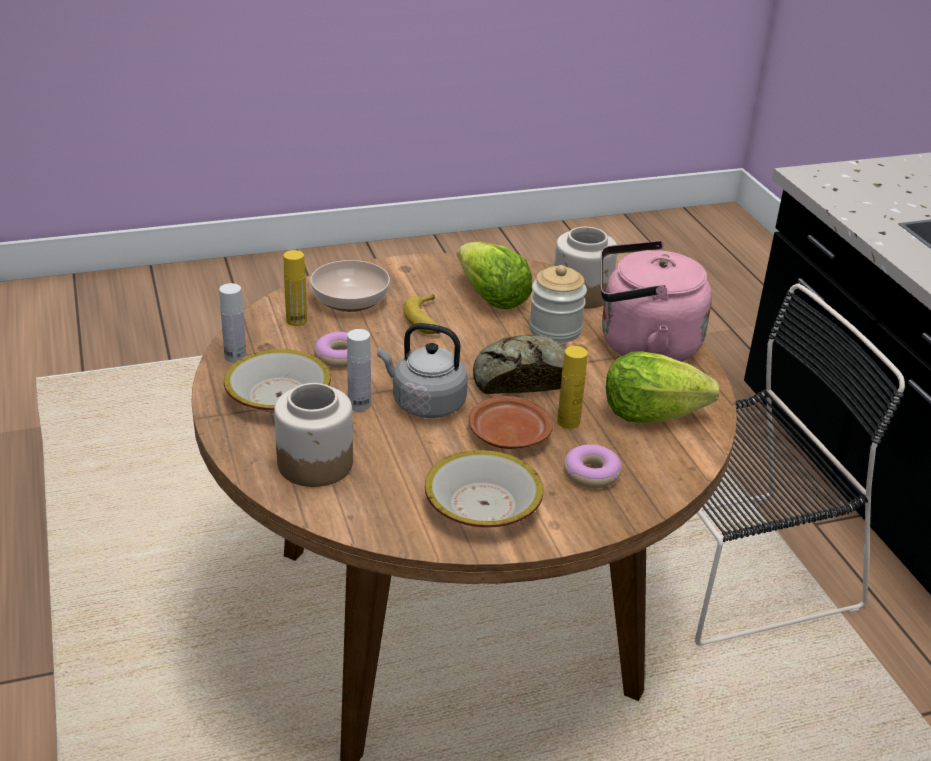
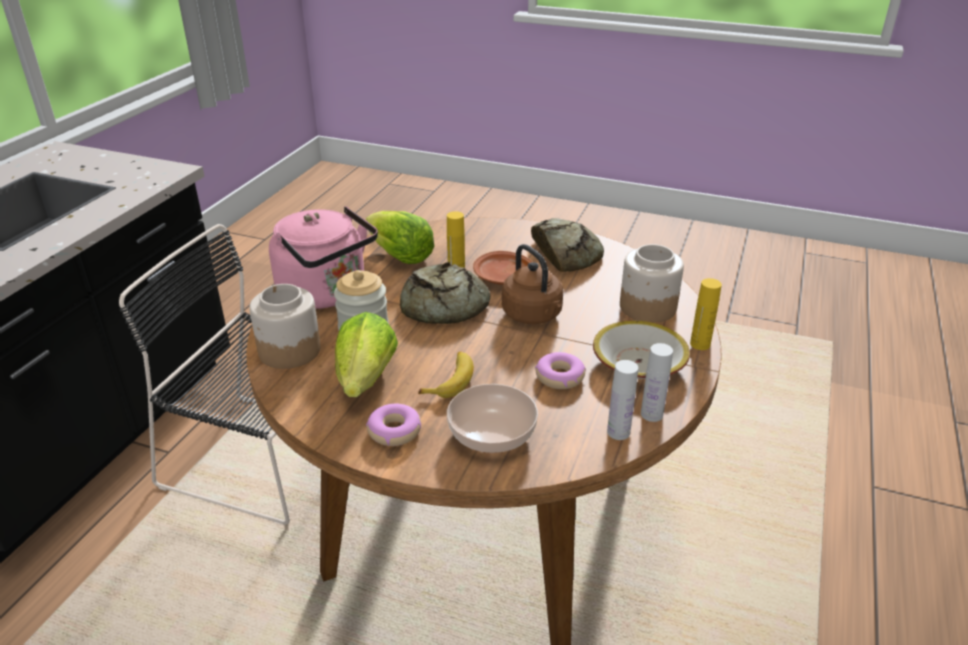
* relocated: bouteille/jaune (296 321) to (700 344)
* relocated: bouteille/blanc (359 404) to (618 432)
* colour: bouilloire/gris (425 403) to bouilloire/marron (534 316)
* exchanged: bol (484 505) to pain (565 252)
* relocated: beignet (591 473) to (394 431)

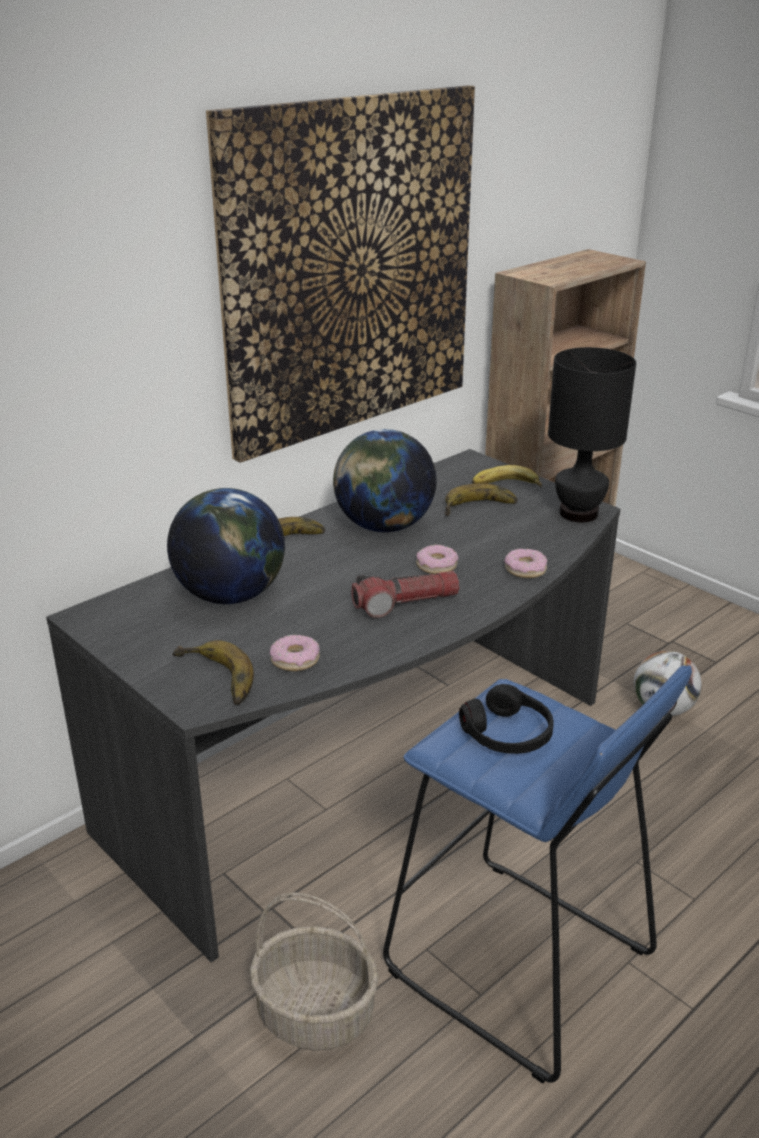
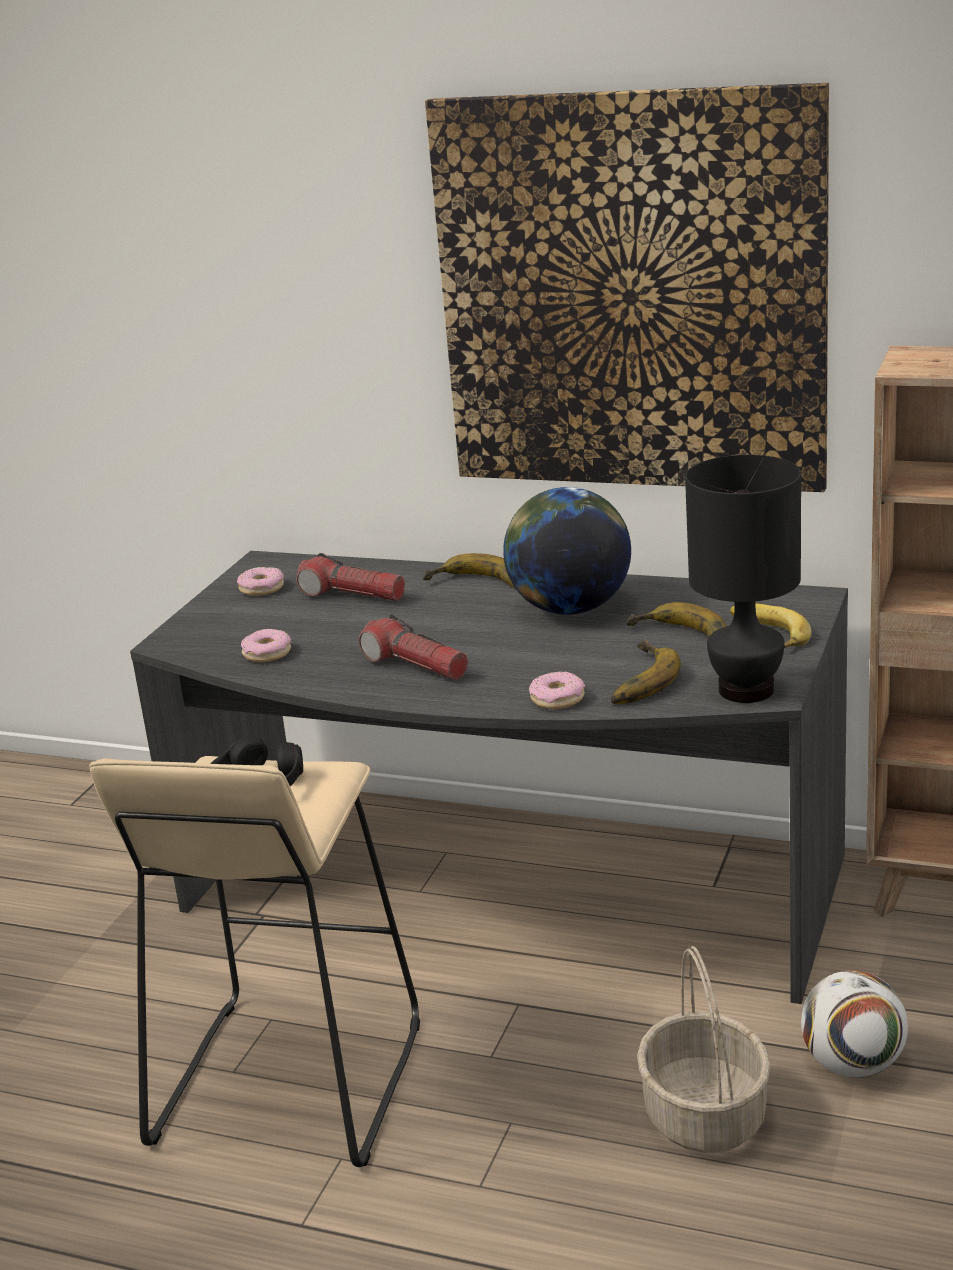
* exchanged: globe (230 595) to lampe de poche (352 595)
* relocated: banane (213 680) to (635 680)
* relocated: panier (317 1013) to (706 1117)
* colour: tabouret/bleu (519 965) to tabouret/beige (286 1083)
* relocated: beignet (436 566) to (262 588)

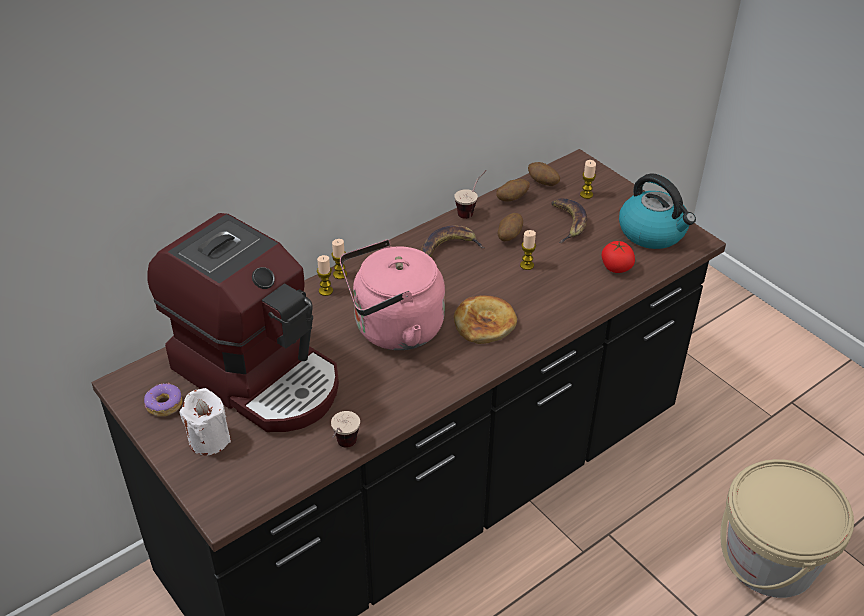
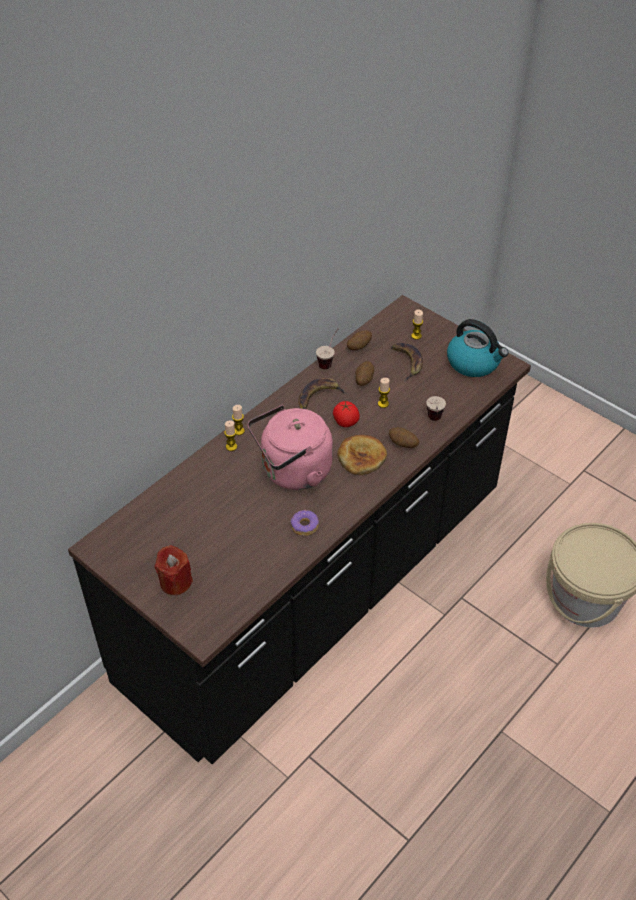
* relocated: beignet (164 405) to (304 526)
* missing: machine à café (259 374)
* colour: bougie/blanc (209 439) to bougie/rouge (175 582)
* relocated: tasse (343 449) to (434 422)
* relocated: pomme de terre (542 183) to (403 444)
* relocated: tomate (616 267) to (345 422)

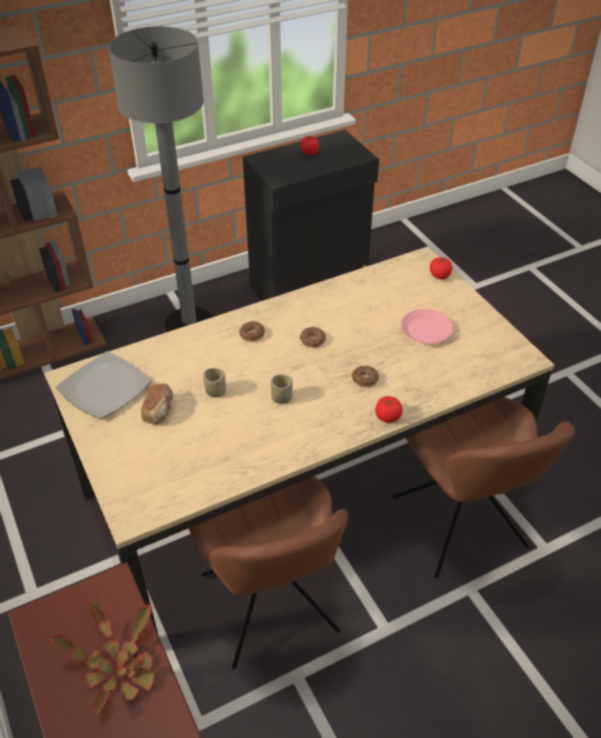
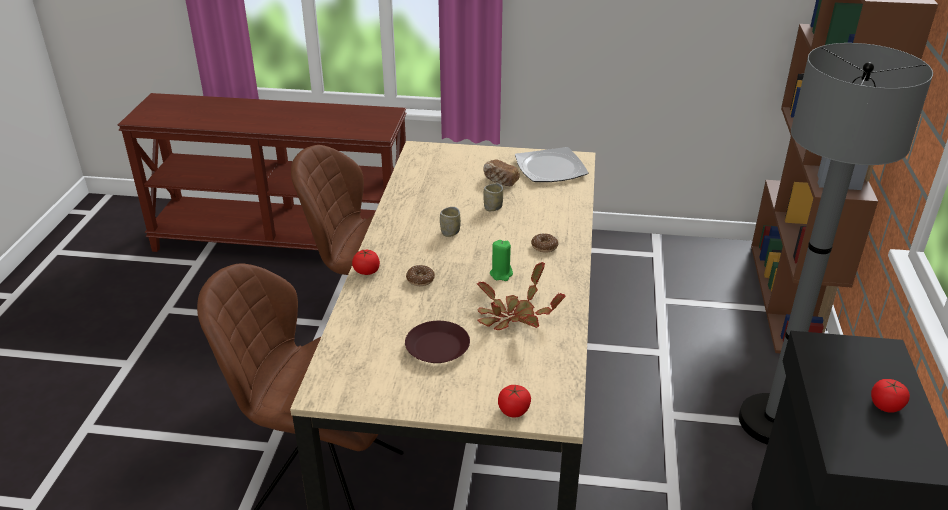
* relocated: plante en pot (118 667) to (512 317)
* exchanged: beignet (312 340) to bougie/vert (501 274)
* colour: assiette/rose (426 331) to assiette/marron (437 348)

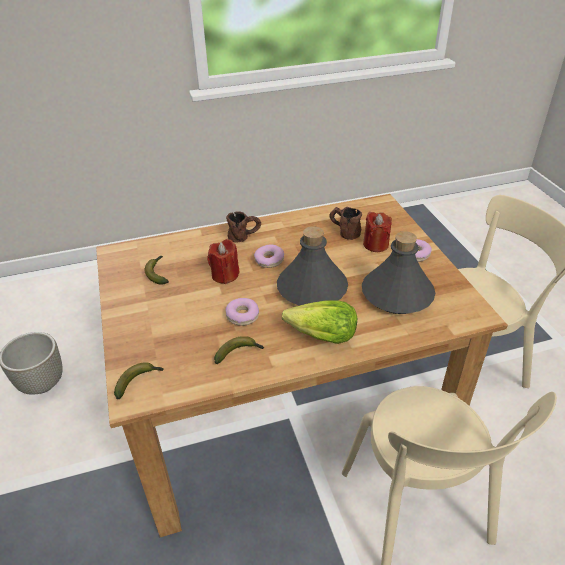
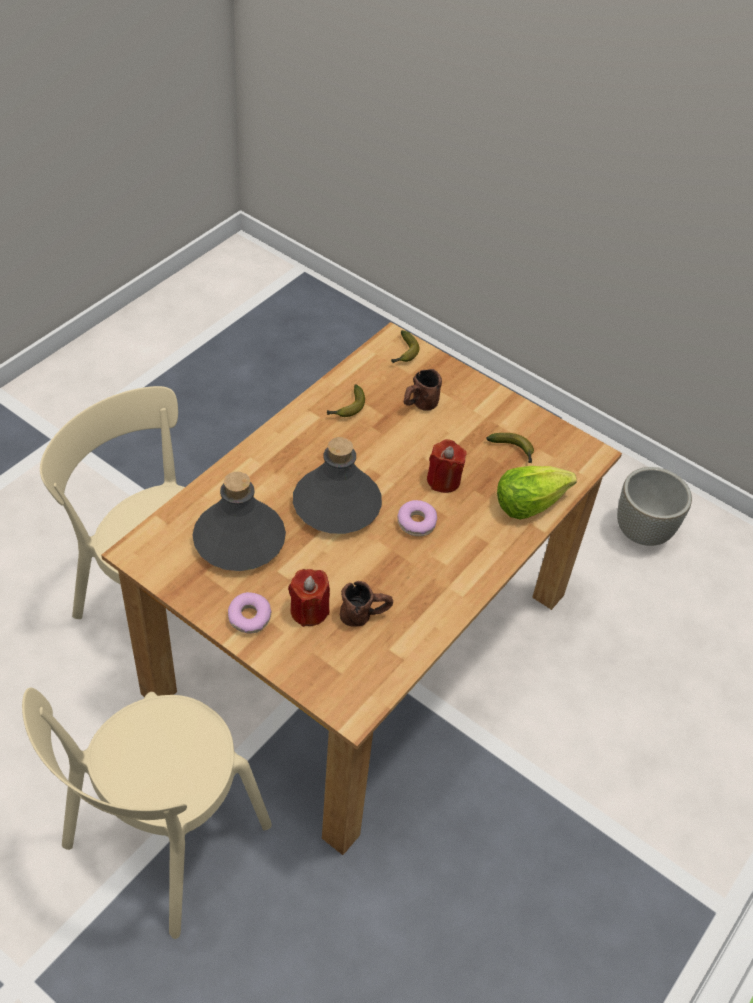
* missing: beignet (242 315)
* relocated: mug/marron (244 236) to (419 405)
* relocated: laitue (322 336) to (529 502)

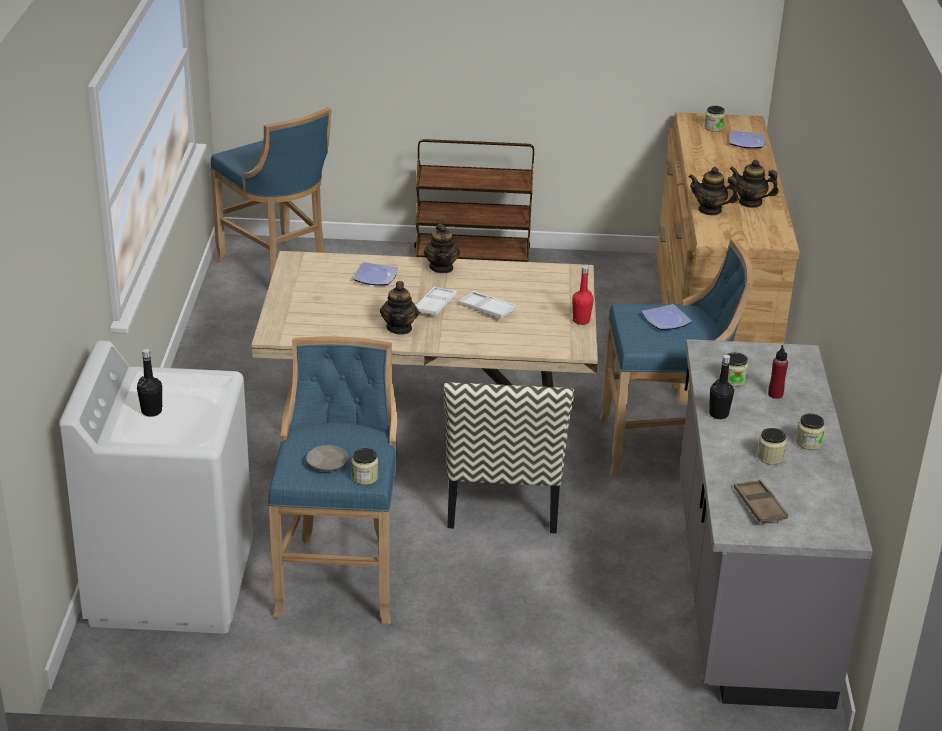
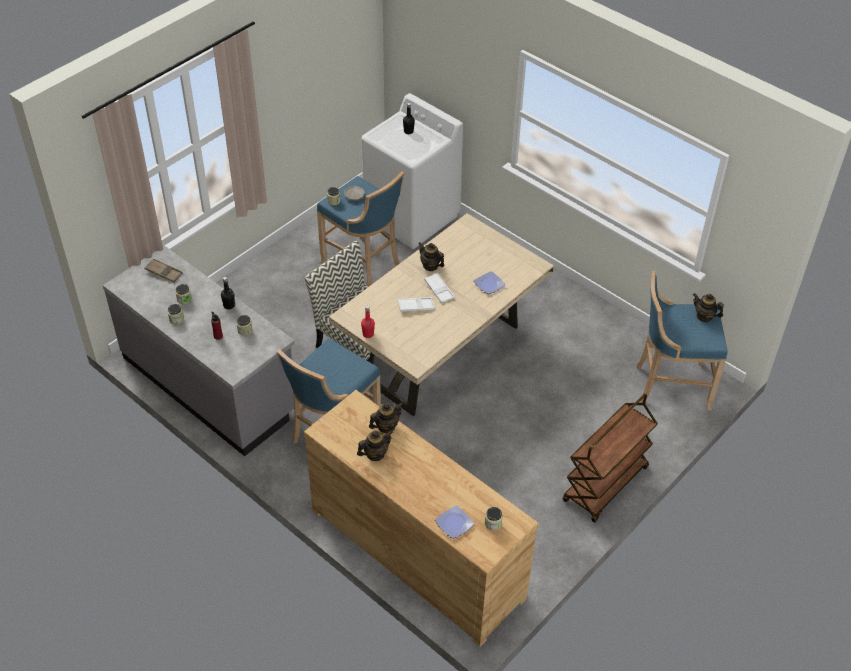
* relocated: théière (441 267) to (704 316)
* missing: assiette (666 320)

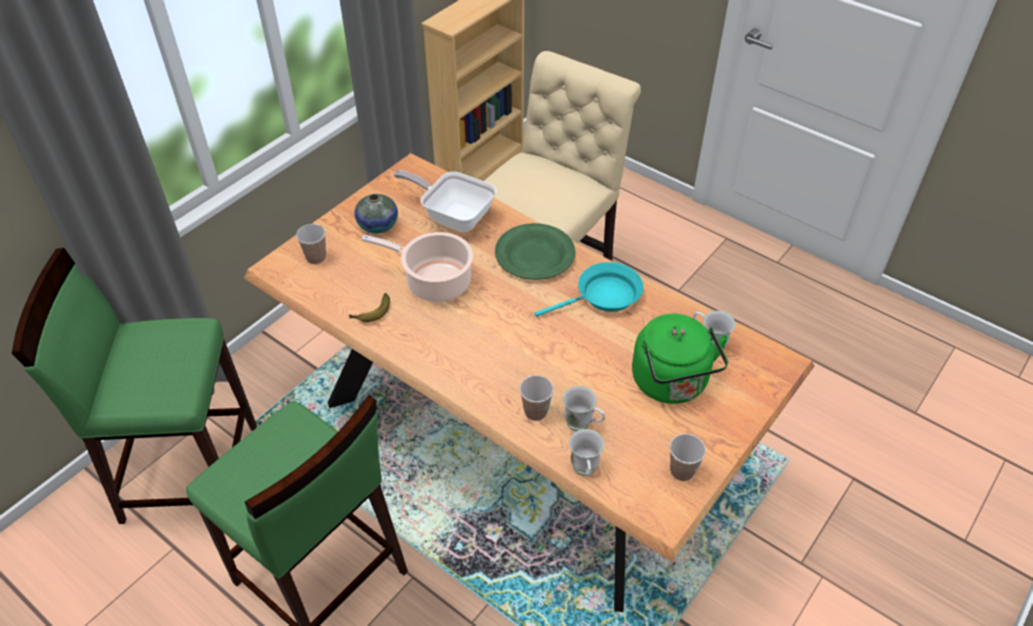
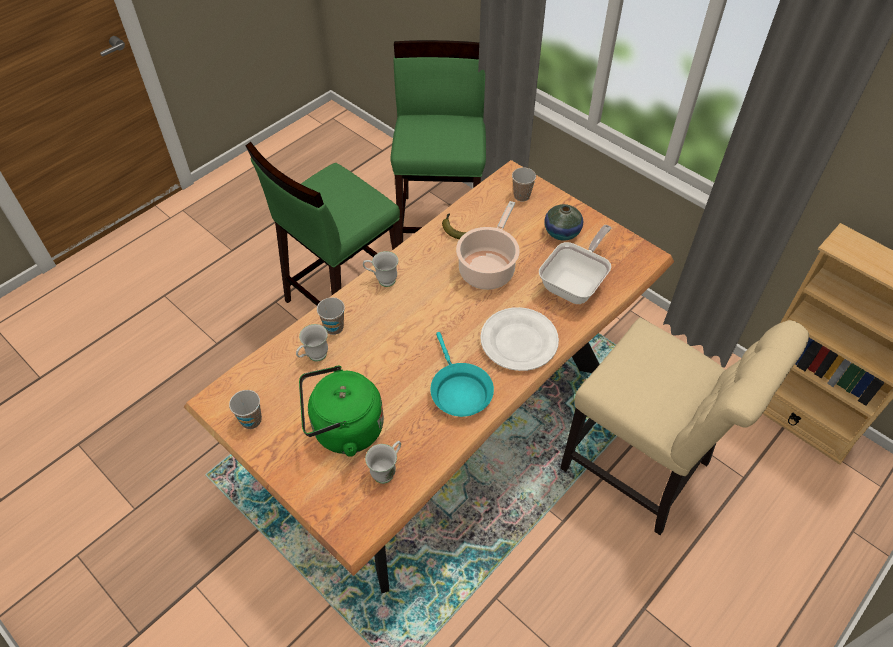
* colour: assiette/vert (535 255) to assiette/blanc (518 342)
* relocated: mug/blanc (585 471) to (382 280)

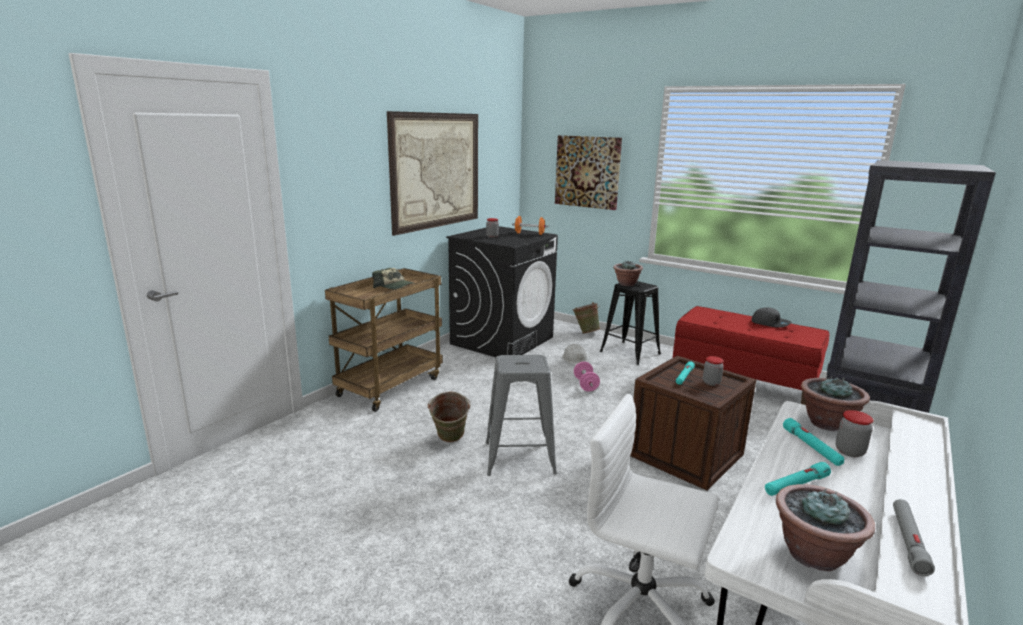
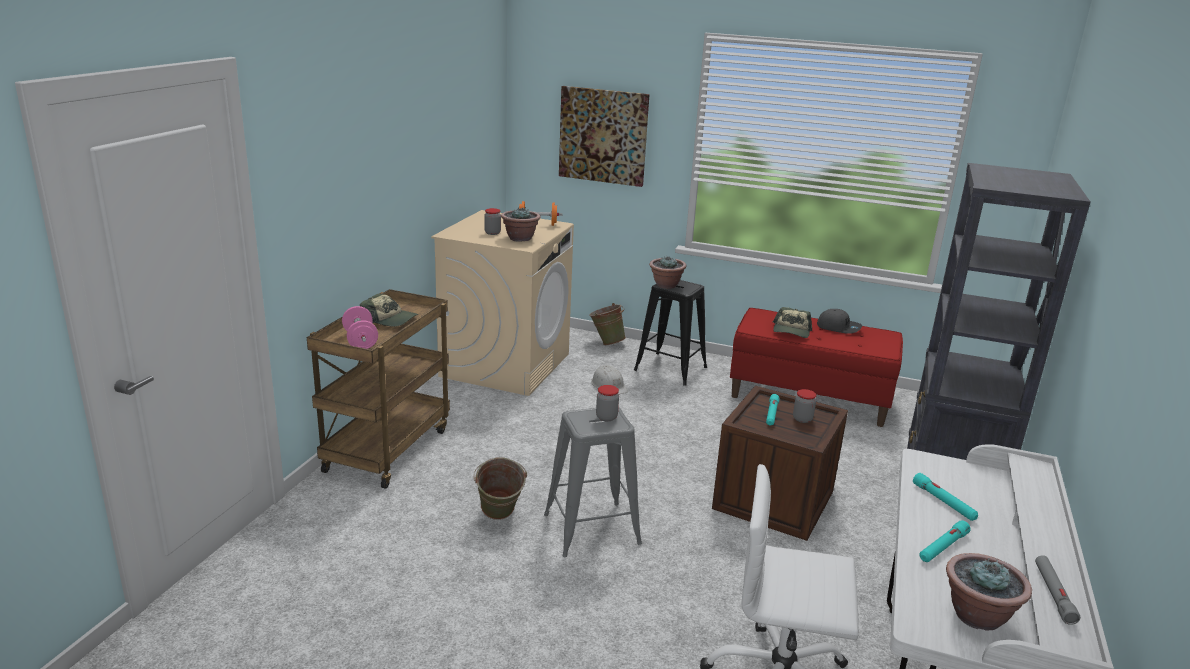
* missing: tableau (436 171)
* colour: lave-linge/noir (502 340) to lave-linge/beige (505 365)
* relocated: haltère/rose (585 385) to (360 341)
* relocated: plante en pot (827 423) to (520 238)
* relocated: bocal (849 451) to (606 417)
* appeared: casquette (791 331)

